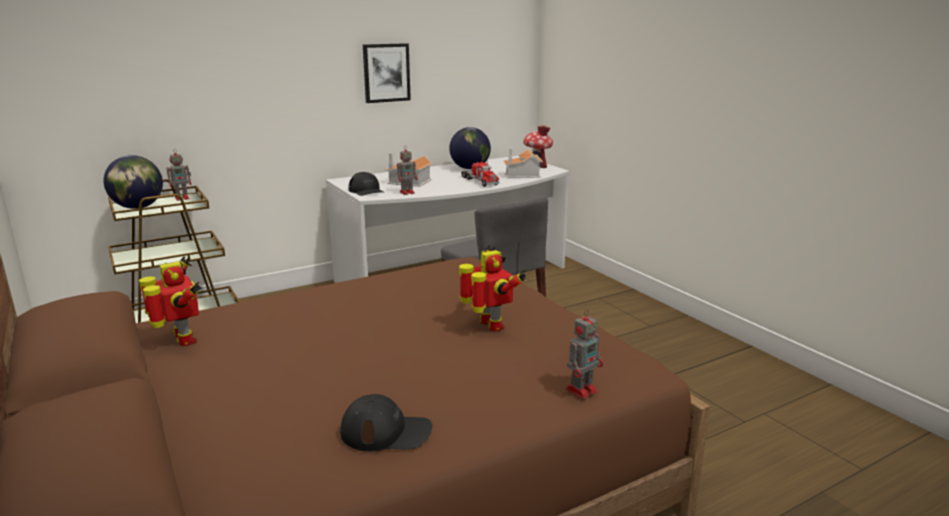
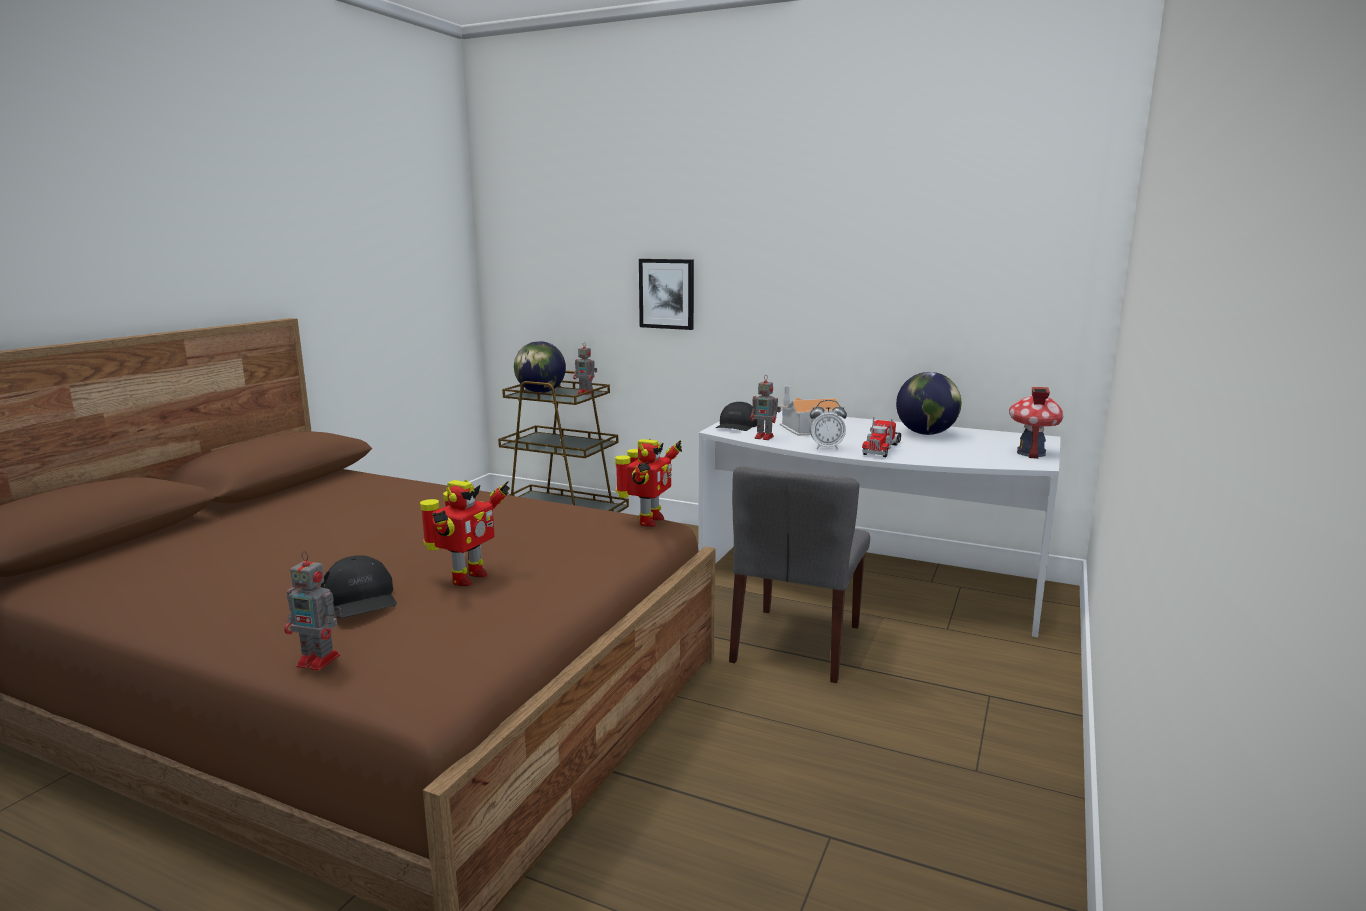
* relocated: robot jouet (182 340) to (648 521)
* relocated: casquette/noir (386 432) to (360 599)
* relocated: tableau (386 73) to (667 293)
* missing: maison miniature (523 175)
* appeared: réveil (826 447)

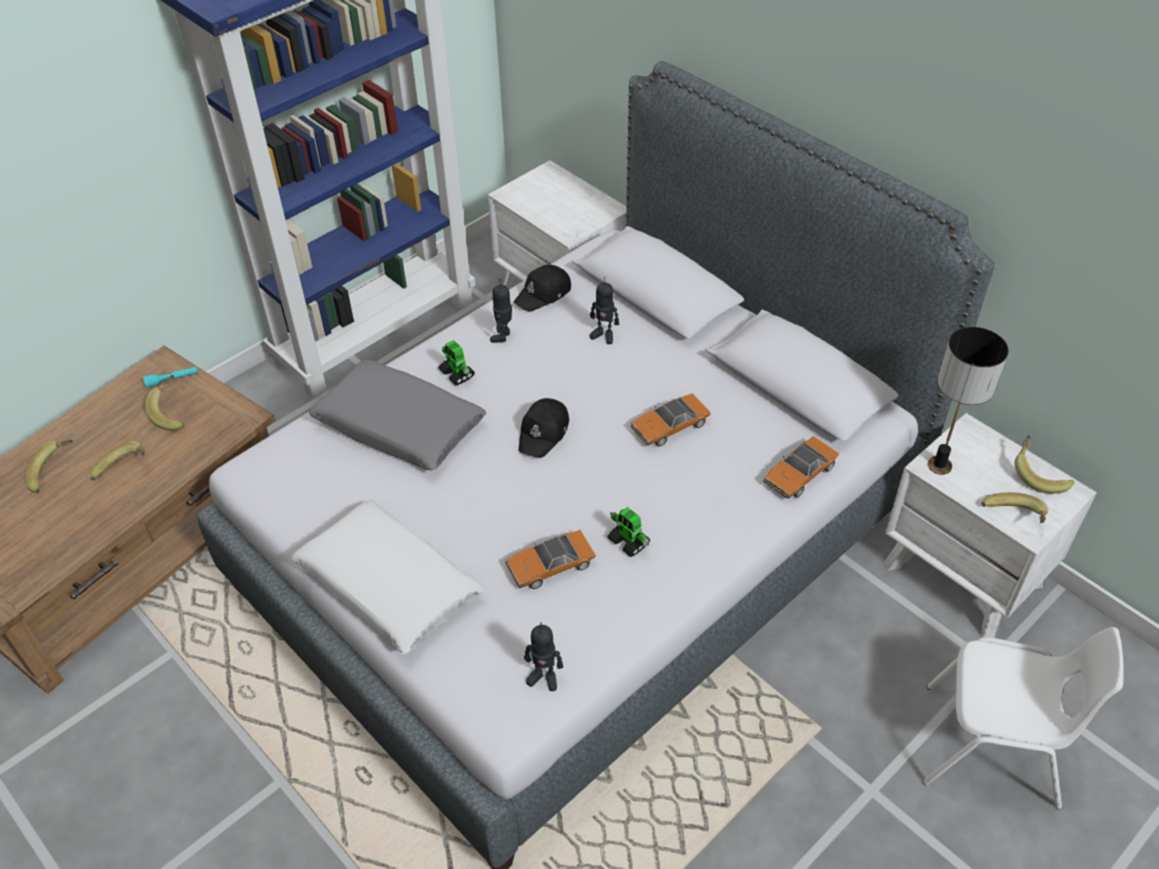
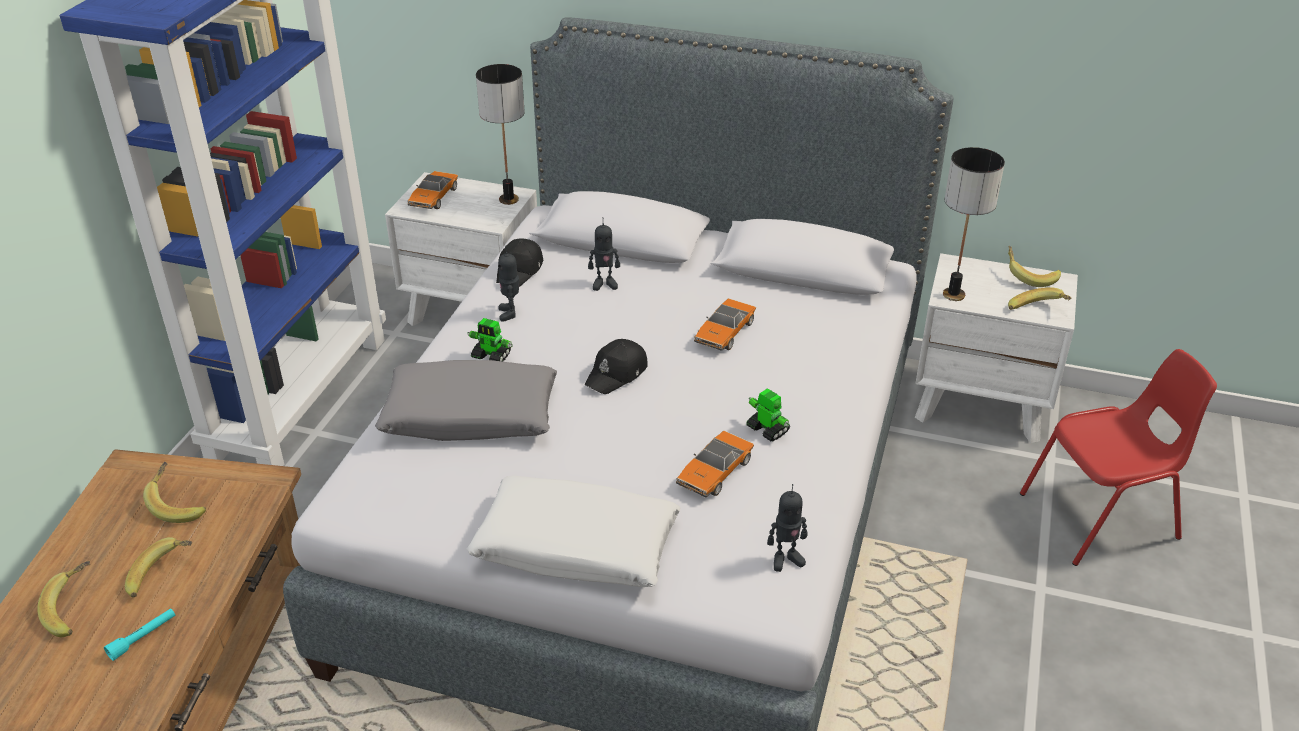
* relocated: lampe de poche/turquoise (172 380) to (143 638)
* spun: casquette/noir (544 432) = (617 374) 45 degrees clockwise
* spun: robot jouet (629 542) = (767 429) 150 degrees counterclockwise
* relocated: petite voiture (799 474) to (433 197)
* colour: chaise/blanc (993 748) to chaise/rouge (1102 517)
* appeared: lampe de table (508 200)

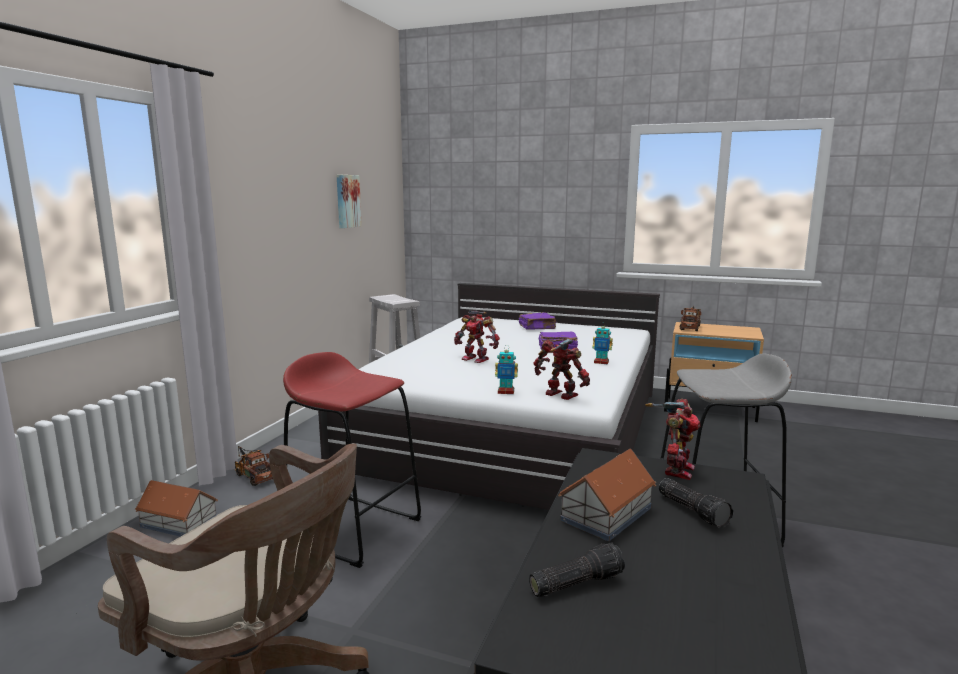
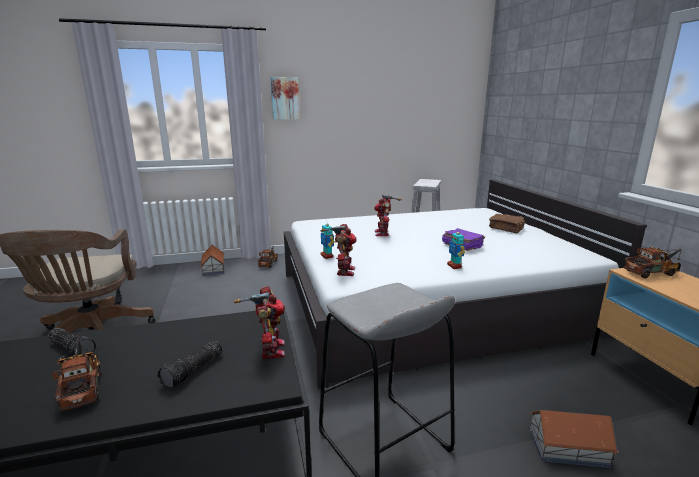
* missing: tabouret/rouge (354 529)
* relocated: tableau (347 201) to (285 98)
* colour: livre/violet (537 328) to livre/marron (506 229)
* relocated: maison miniature (605 514) to (566 447)
* spun: robot jouet (676 470) = (270 350) 90 degrees counterclockwise
* appeared: camion jouet (83 386)

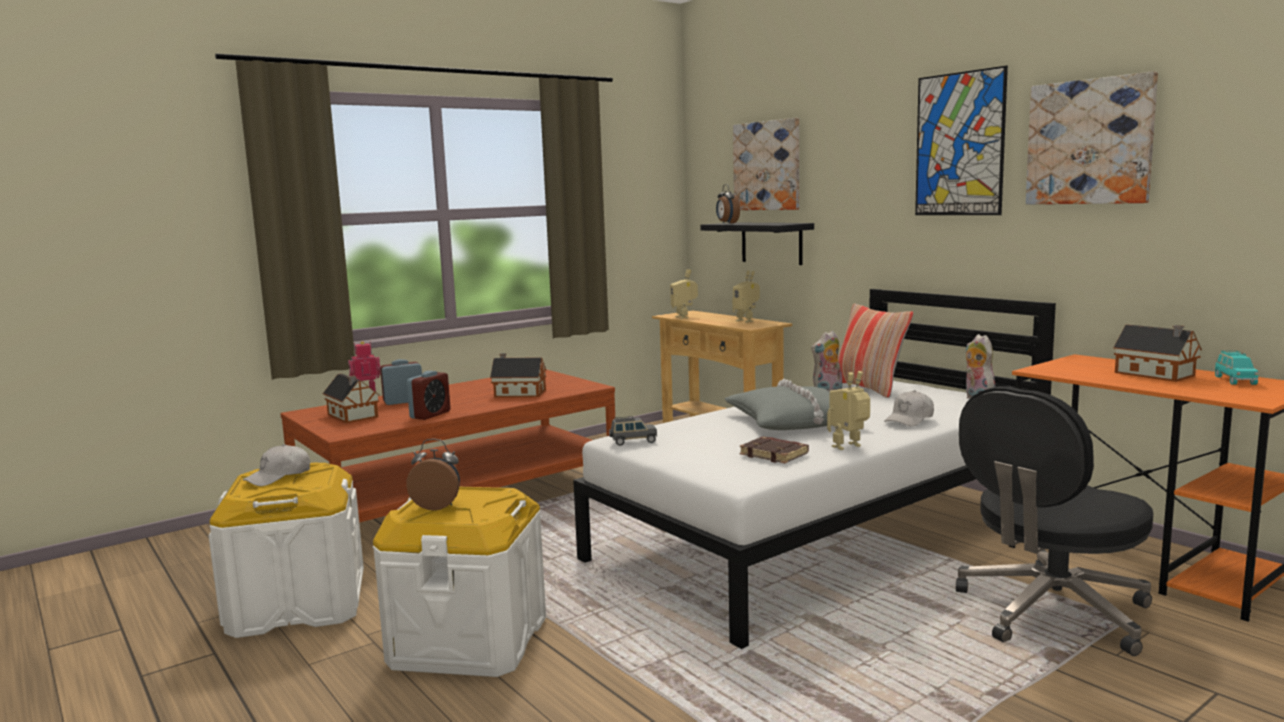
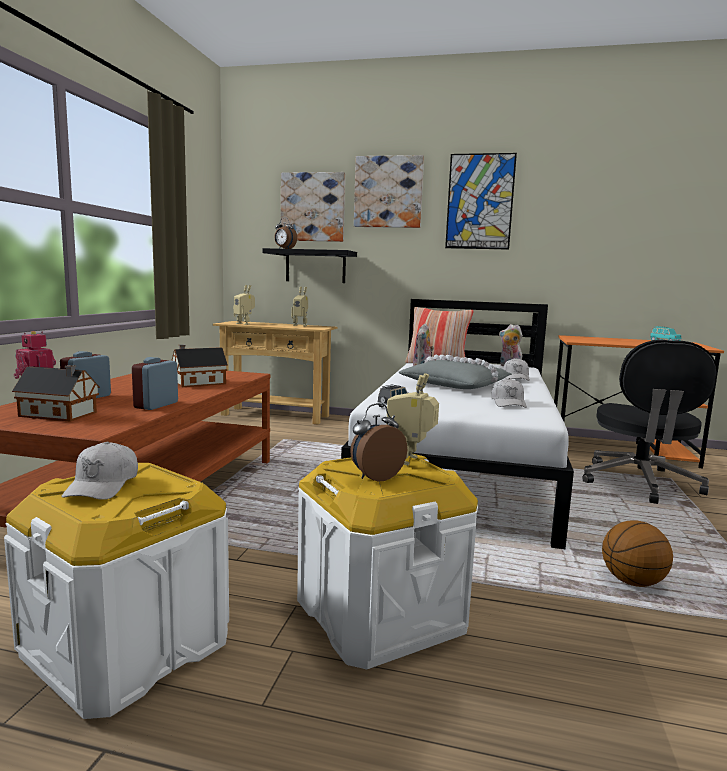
* spun: réveil (430 415) = (156 405) 150 degrees counterclockwise
* exchanged: livre/marron (775 454) to casquette/blanc (508 403)
* relocated: robot jouet (849 447) to (410 460)
* relocated: tableau (1090 142) to (388 192)
* missing: maison miniature (1157 375)
* appeared: ballon de basket (633 582)

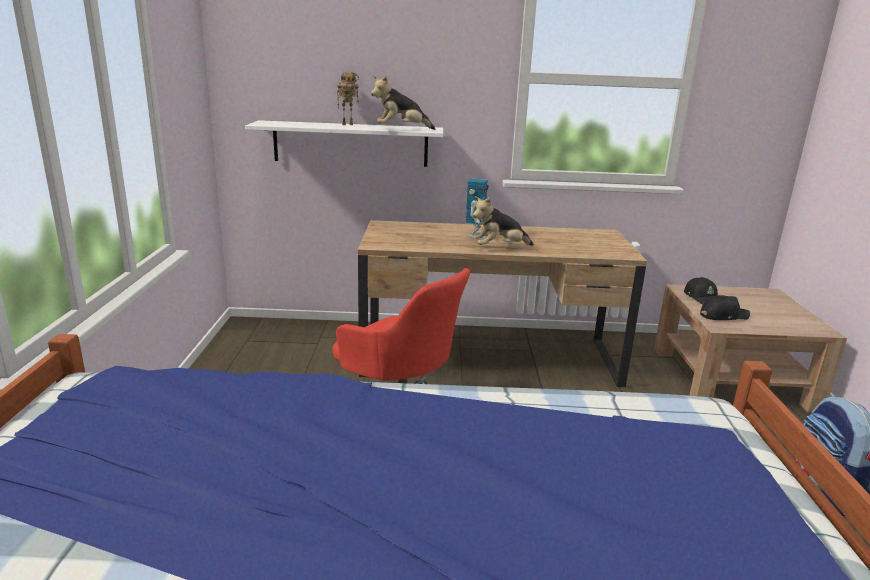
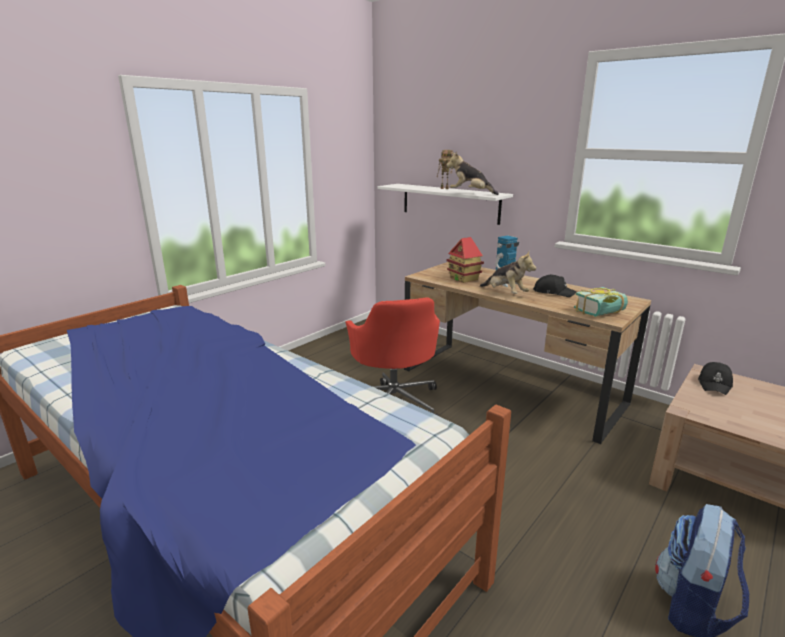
* spun: peluche (499 248) = (505 293) 150 degrees counterclockwise
* relocated: casquette/noir (723 315) to (553 292)
* appeared: maison miniature (464 279)
* appeared: livre (602 313)

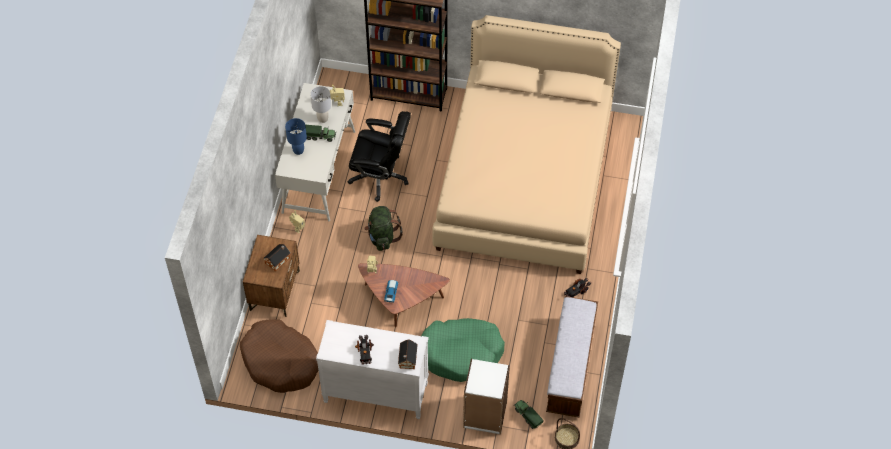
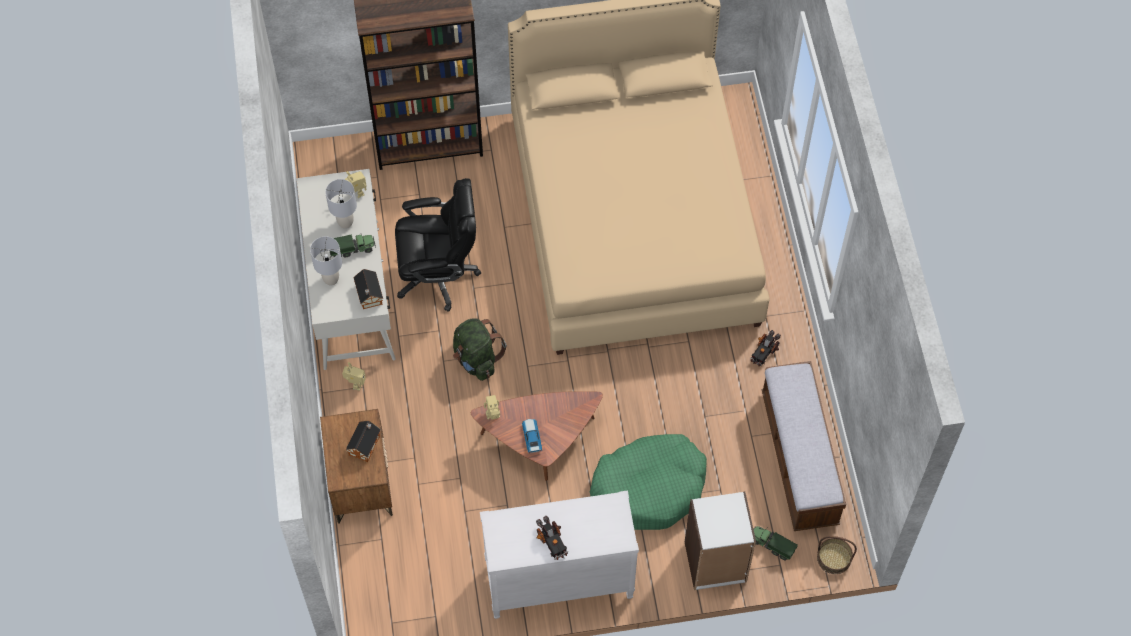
* missing: panier pour chien/marron (281 362)
* colour: lampe de table/bleu (298 151) to lampe de table/gris (331 279)
* relocated: maison miniature (407 359) to (369 295)

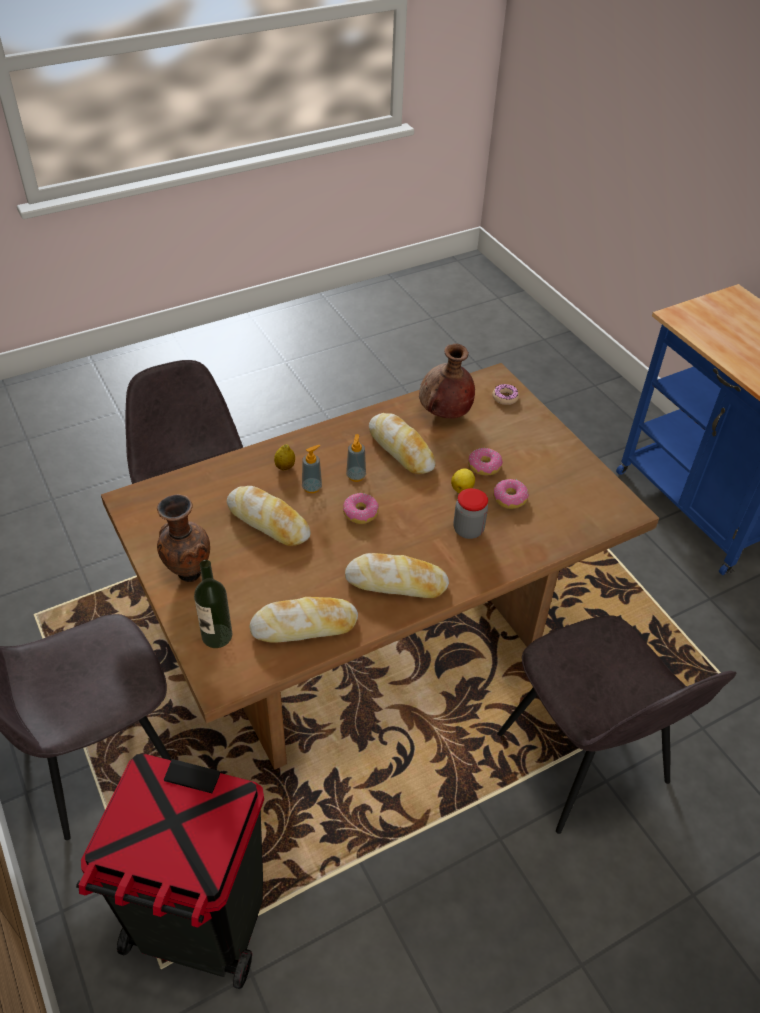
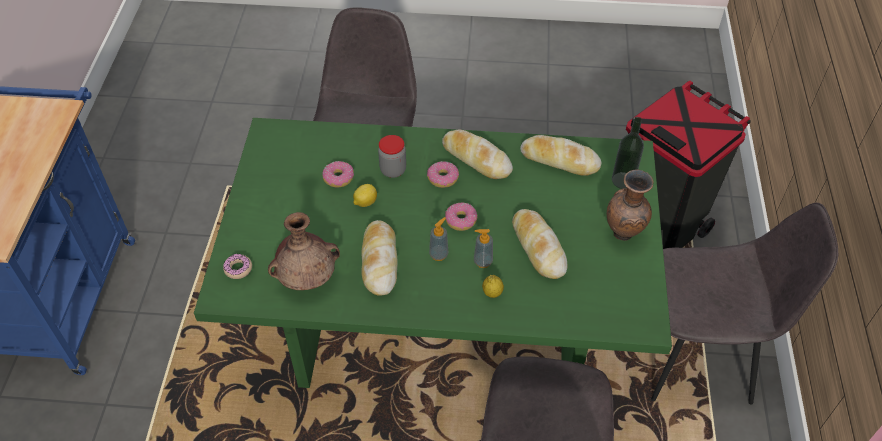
* colour: table à manger/marron (373 645) to table à manger/vert (442 331)
* relocated: beignet (484 466) to (443 178)

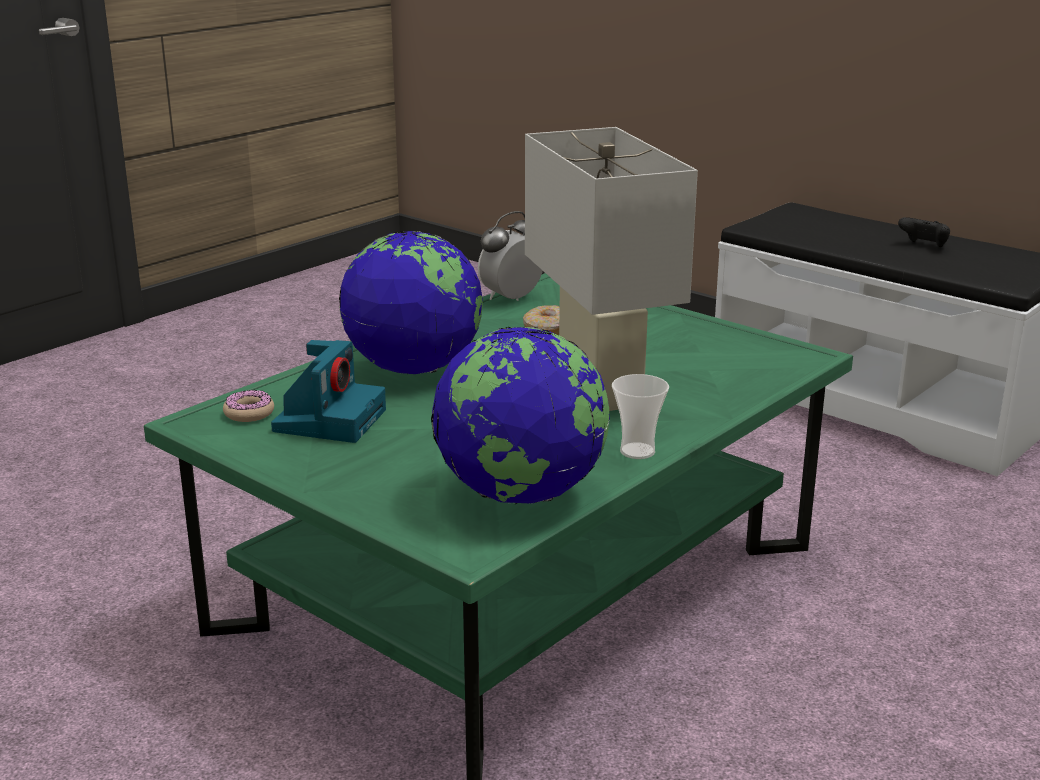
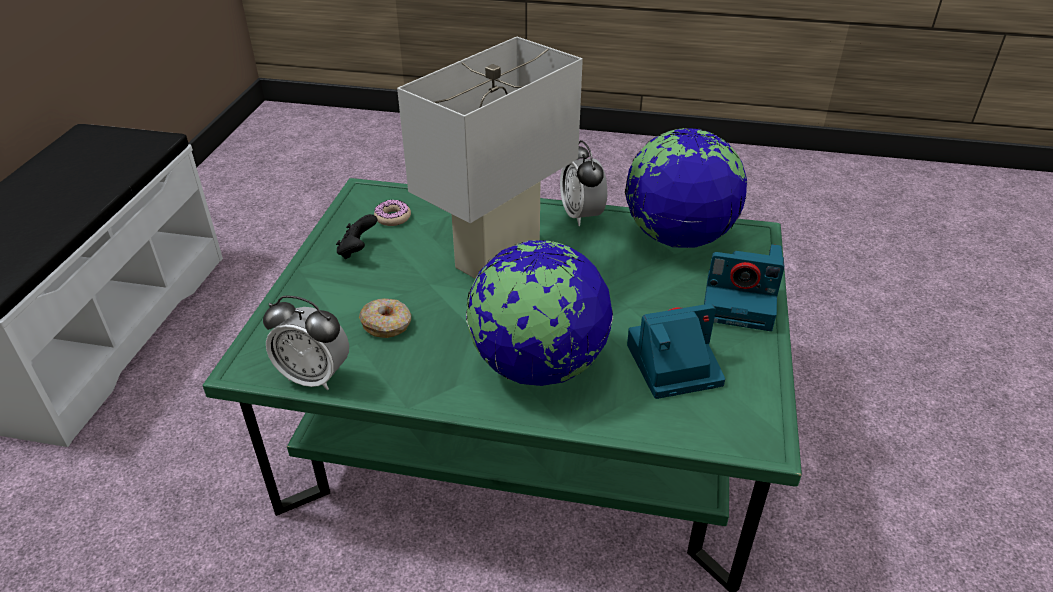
* relocated: beignet (249 413) to (393 217)
* exchanged: tasse (637 451) to réveil (581 215)
* relocated: manette/noir (924 246) to (357 251)
* appeared: appareil photo (740 302)

